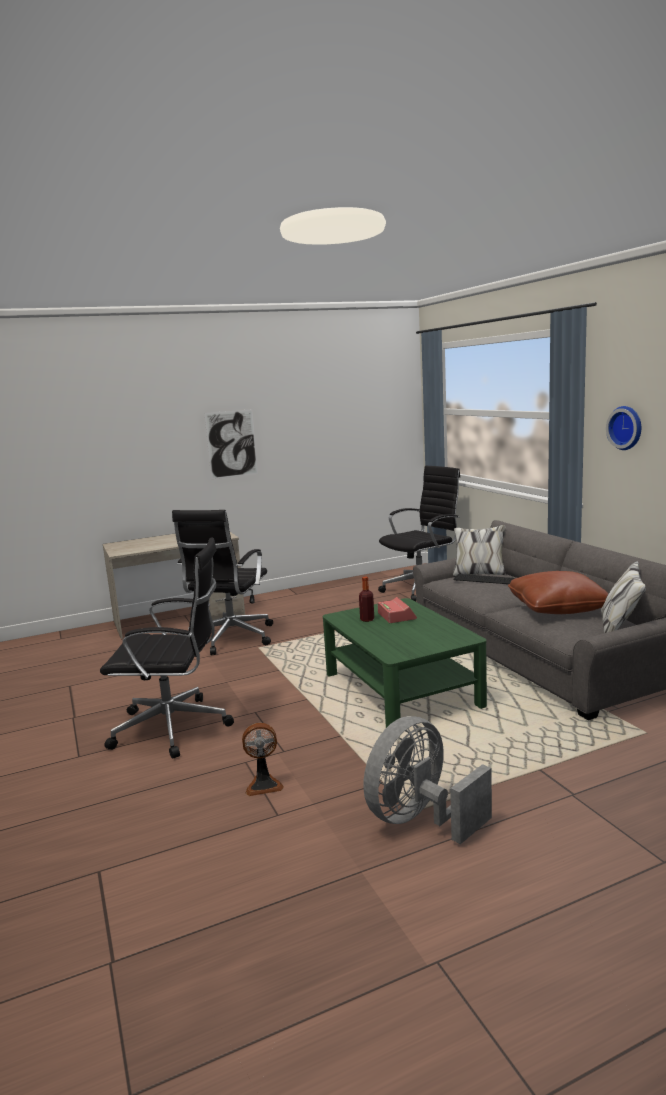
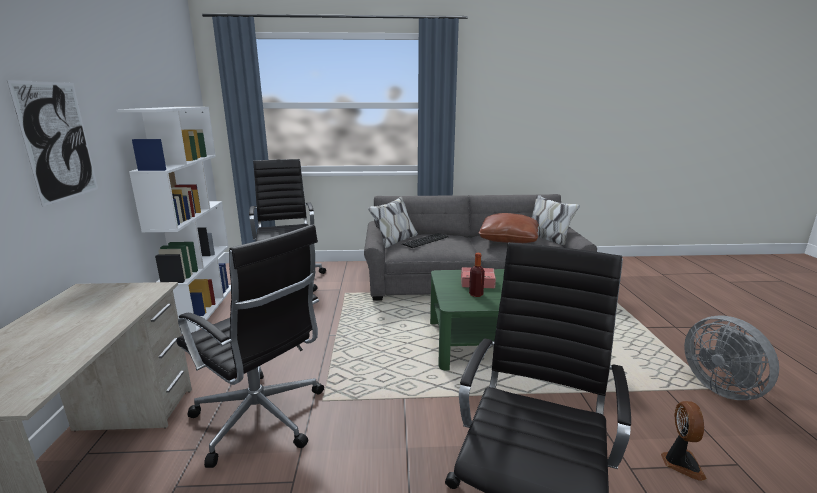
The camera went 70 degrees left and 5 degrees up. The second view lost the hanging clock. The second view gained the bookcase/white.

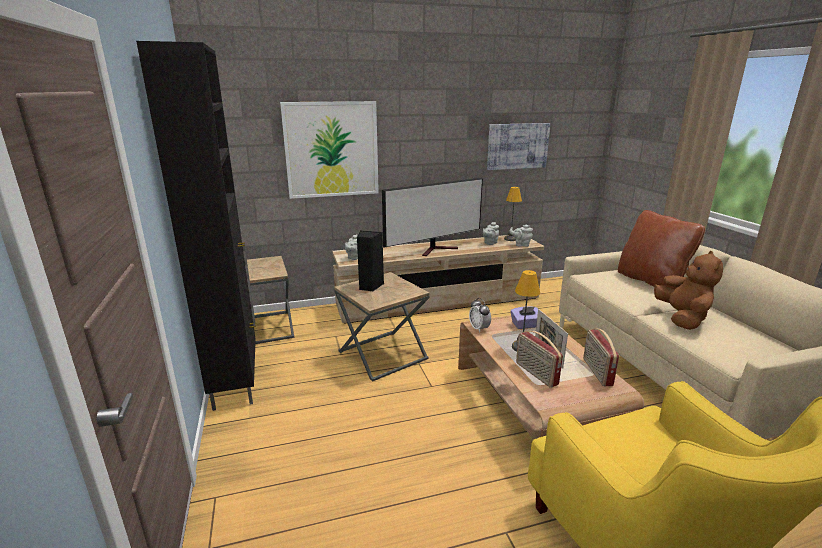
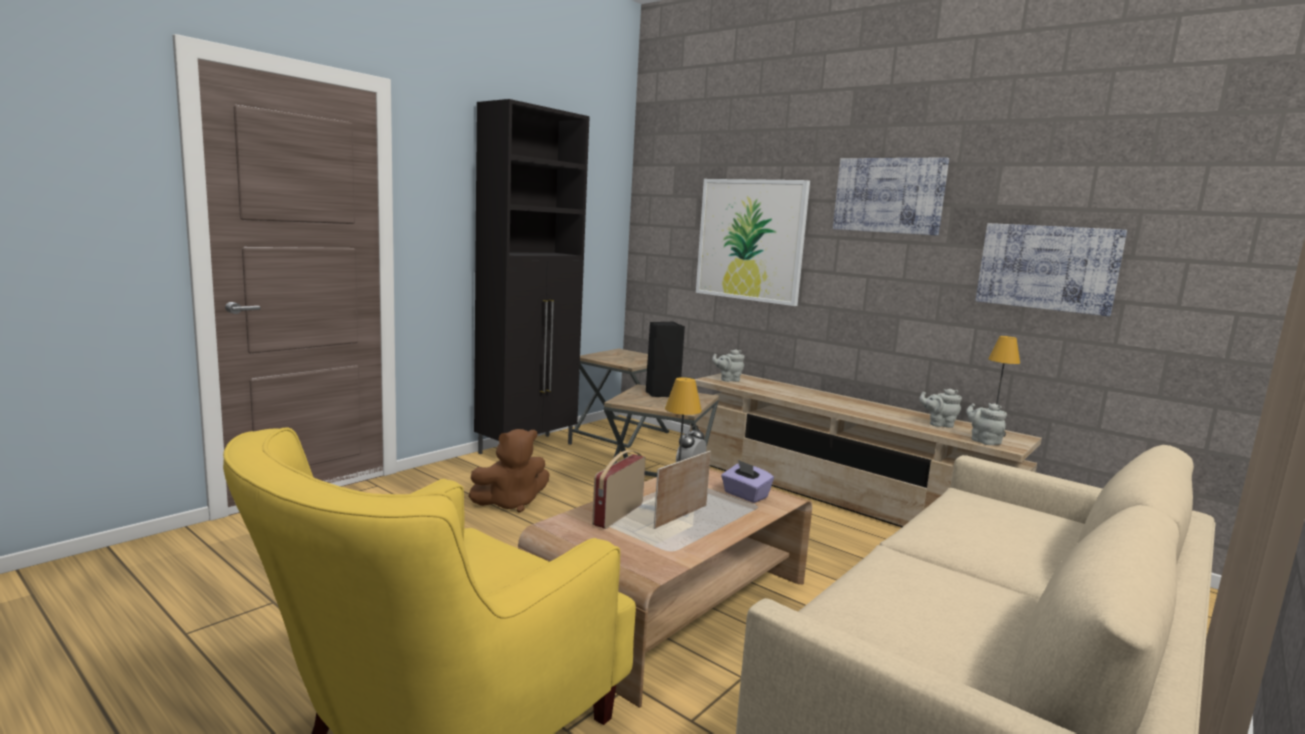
The camera went 55 degrees right and 10 degrees down. The second view lost the TV set. The second view lost the cushion/brown. The soft toy/brown ended up elsewhere. The second view lost the radio receiver (no. 2 from left). The second view gained the wall art (no. 2 from left).

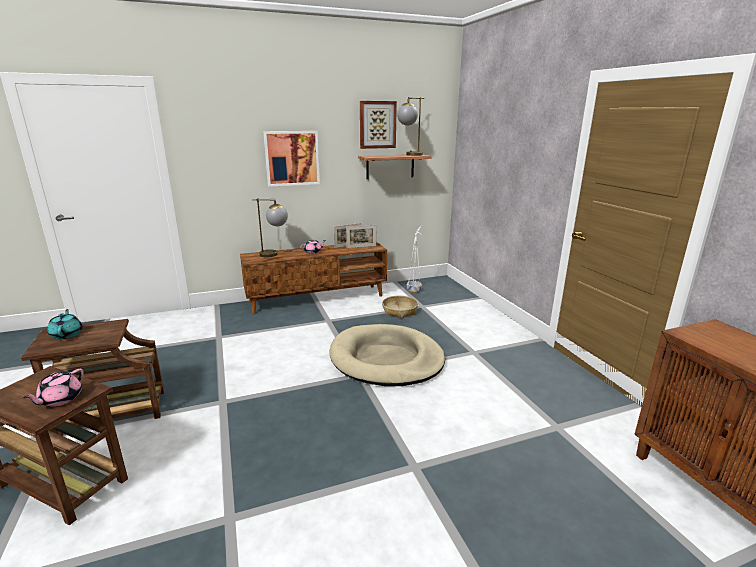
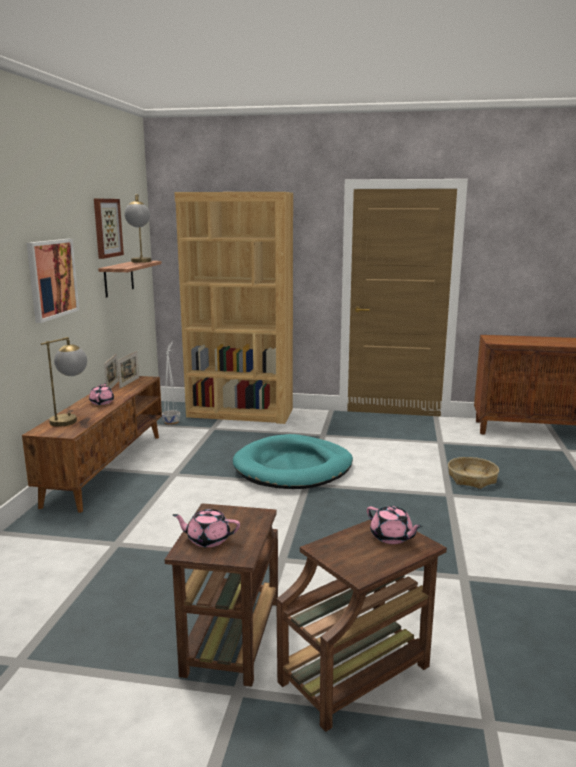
The camera went 60 degrees left and 5 degrees down. The storage basket ended up elsewhere. What was the tea pot/blue-green turned into the tea pot/pink (no. 2 from left). What was the dog cushion/sand-coloured turned into the dog cushion/blue-green. The second view gained the bookcase/brown.

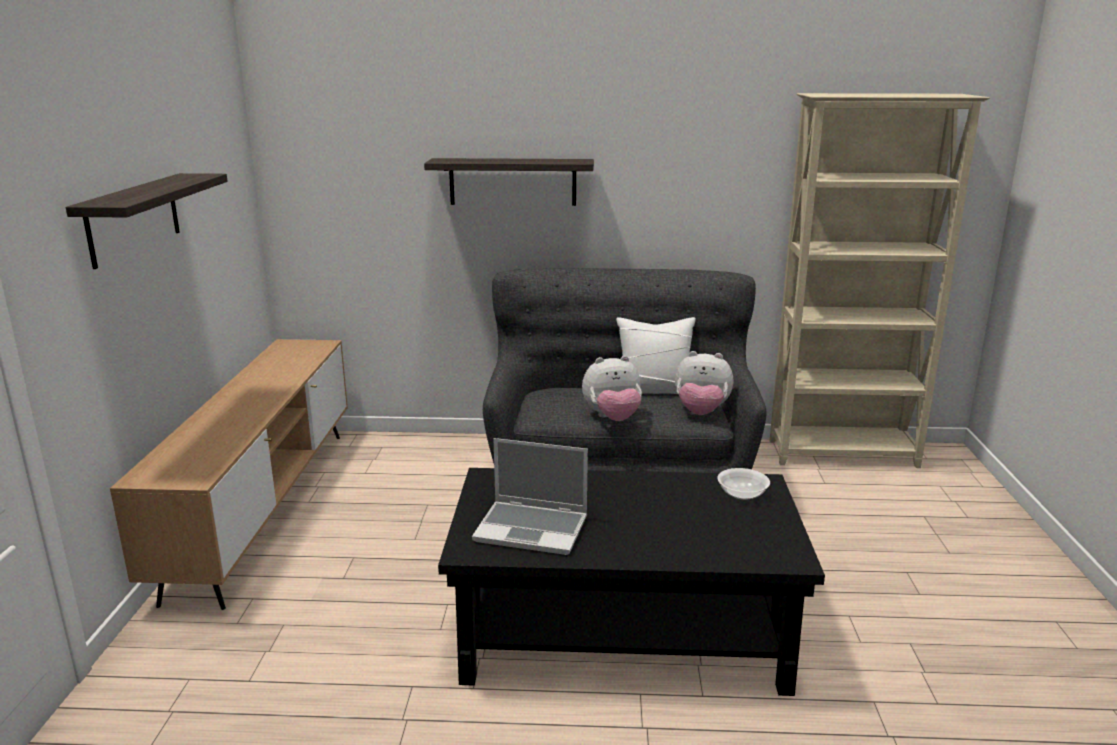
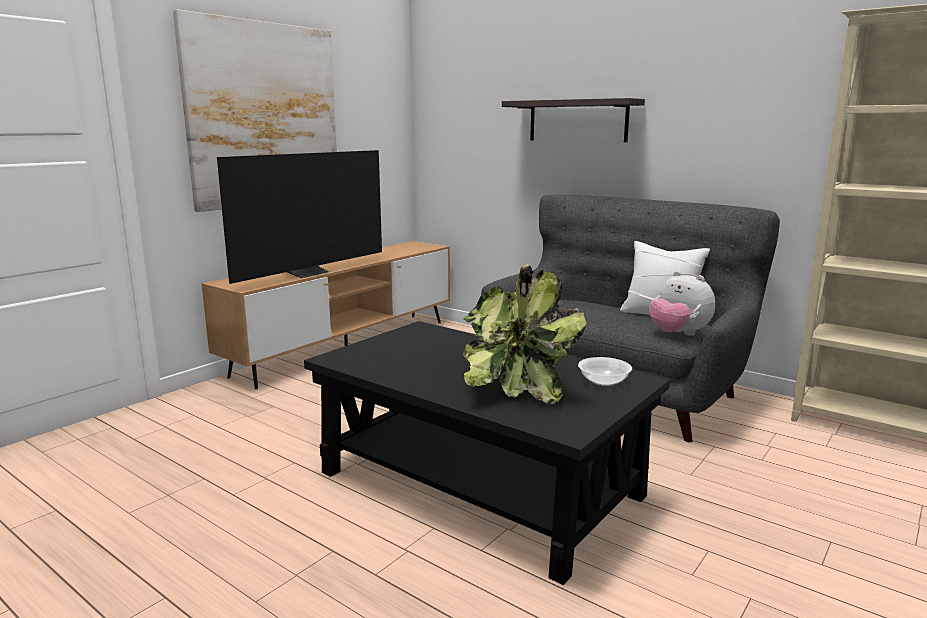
The camera went 35 degrees right and 5 degrees down. Where the wall shelf (no. 1 from left) hung, the wall art came to hang. The second view lost the soft toy (no. 1 from left). The second view lost the portable computer. The second view gained the TV set. The second view gained the houseplant.

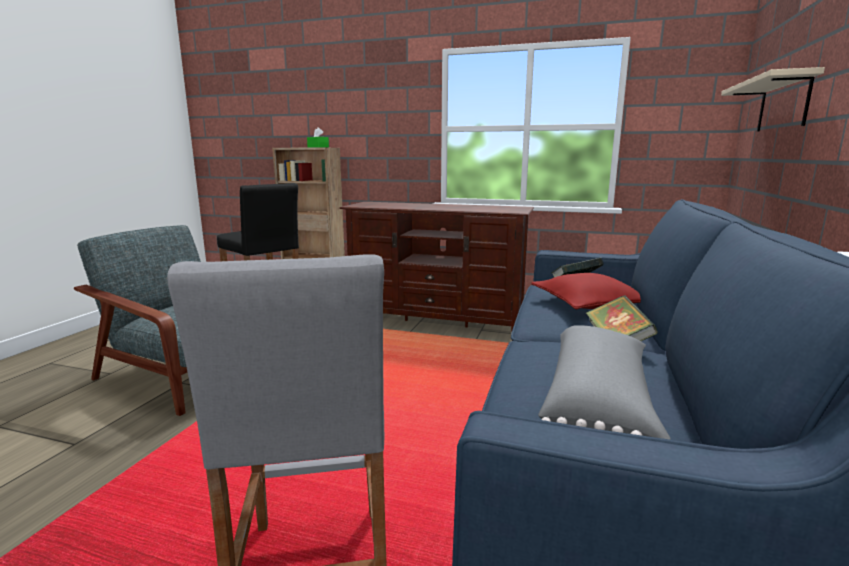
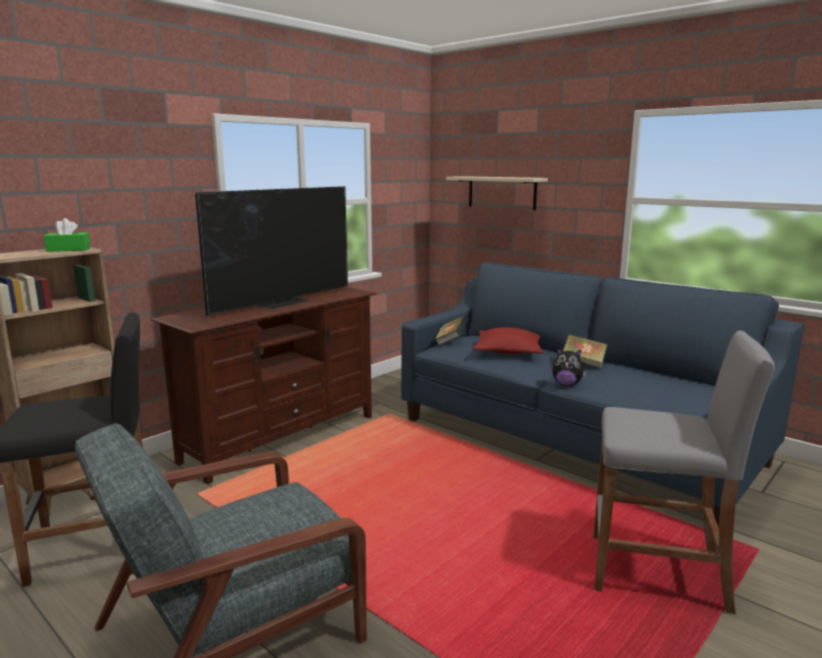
The camera went 65 degrees left and 0 degrees up. The second view lost the cushion/gray. The second view gained the TV set. The second view gained the soft toy.

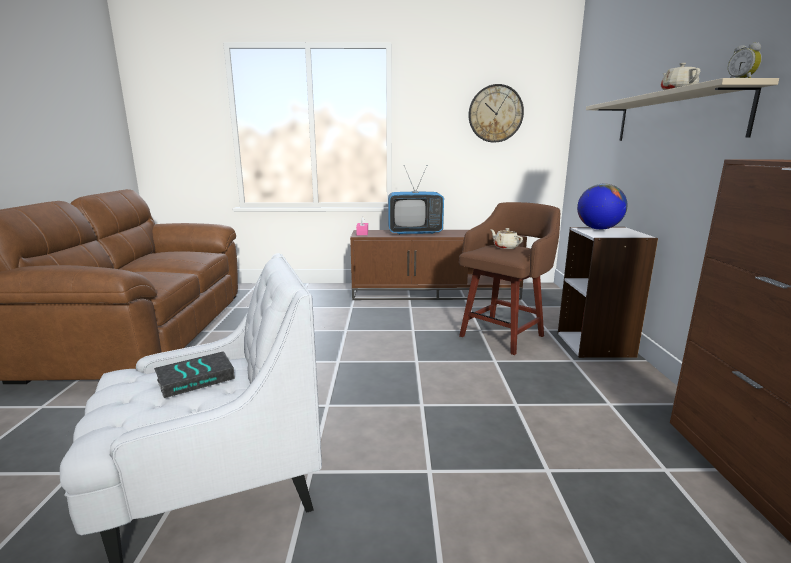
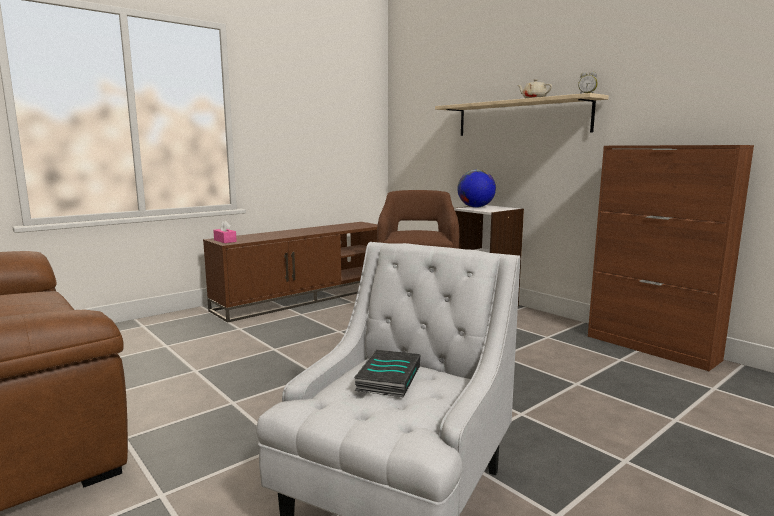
The camera went 40 degrees left and 5 degrees down. The second view lost the hanging clock. The second view lost the TV set. The second view lost the tea pot/sand-coloured (no. 1 from left).

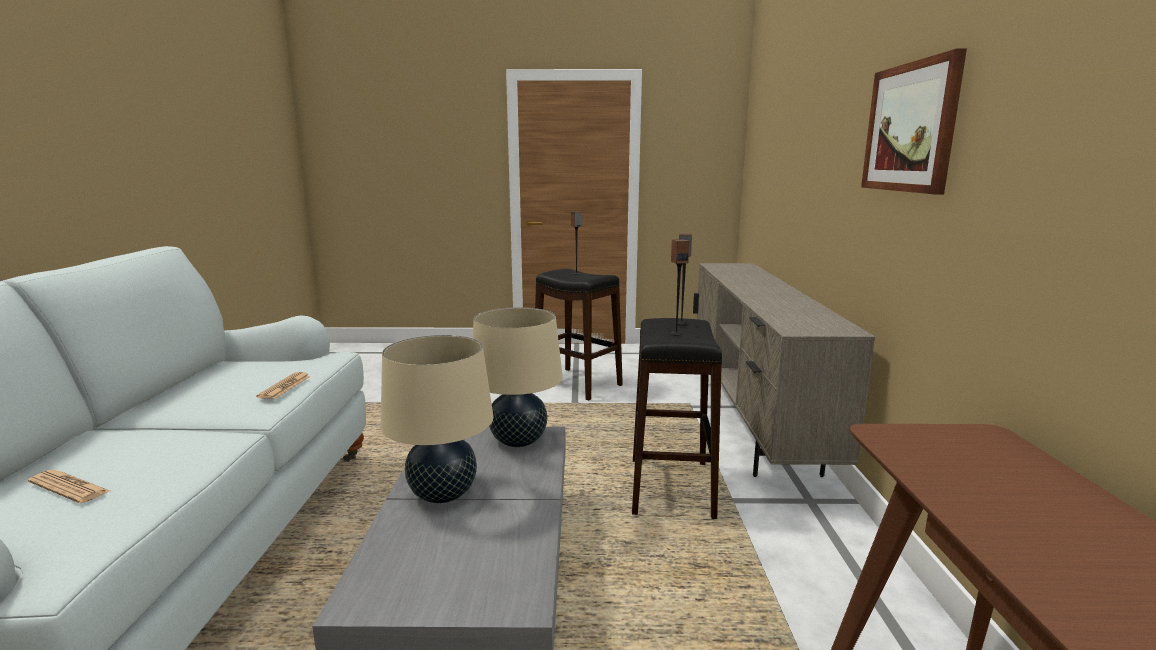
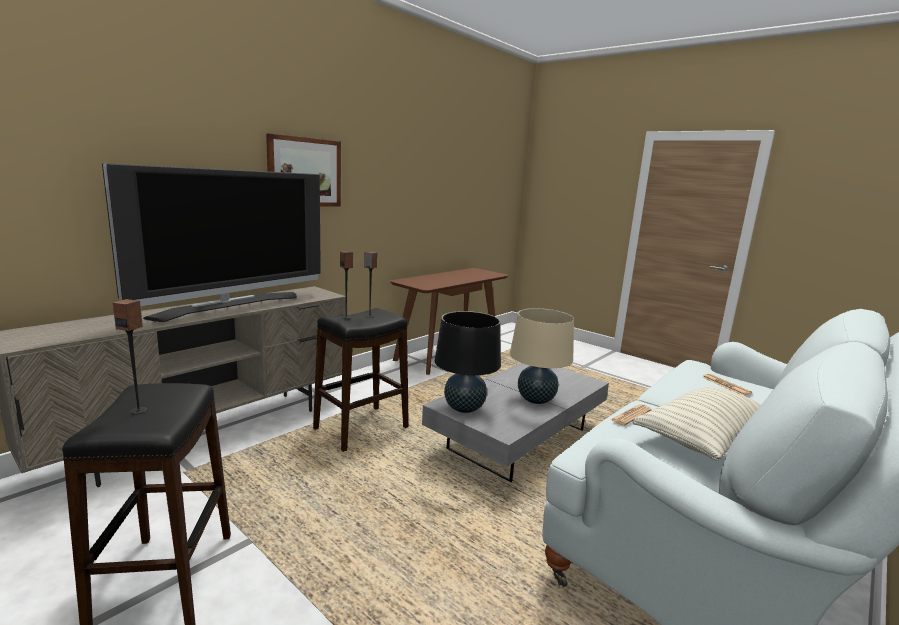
The camera went 140 degrees left and 0 degrees up. What was the lamp for a table/sand-coloured (no. 2 from left) turned into the lamp for a table/black-coloured. The second view gained the TV set. The second view gained the cushion.

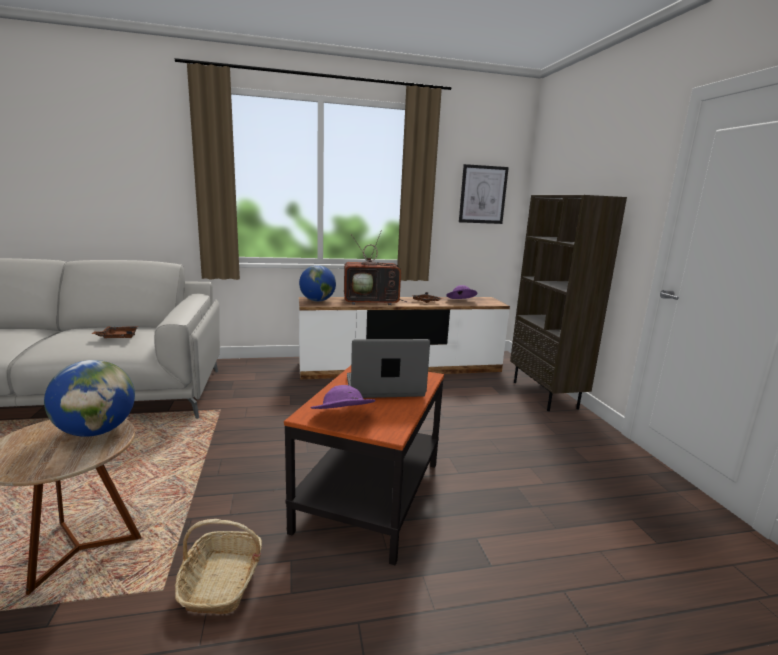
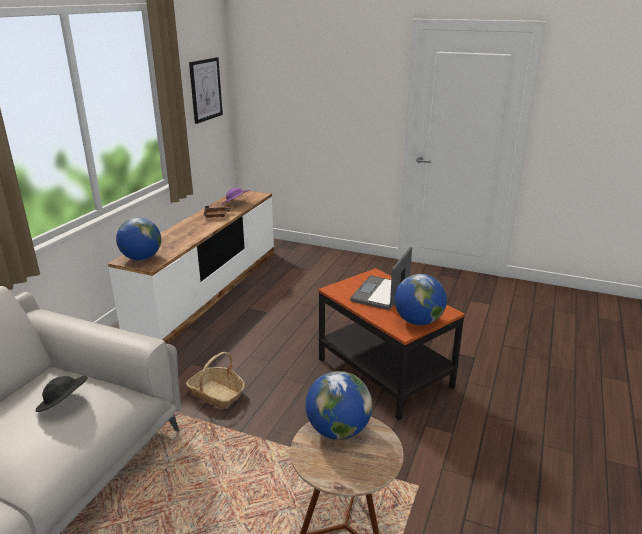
The camera went 55 degrees left and 10 degrees up. The second view lost the bookcase/brown. The second view lost the TV set. Where the tray/brown (no. 1 from left) stood, the hat/black-coloured came to stand. Where the hat/purple (no. 1 from left) stood, the globe (no. 3 from left) came to stand. The storage basket ended up elsewhere.

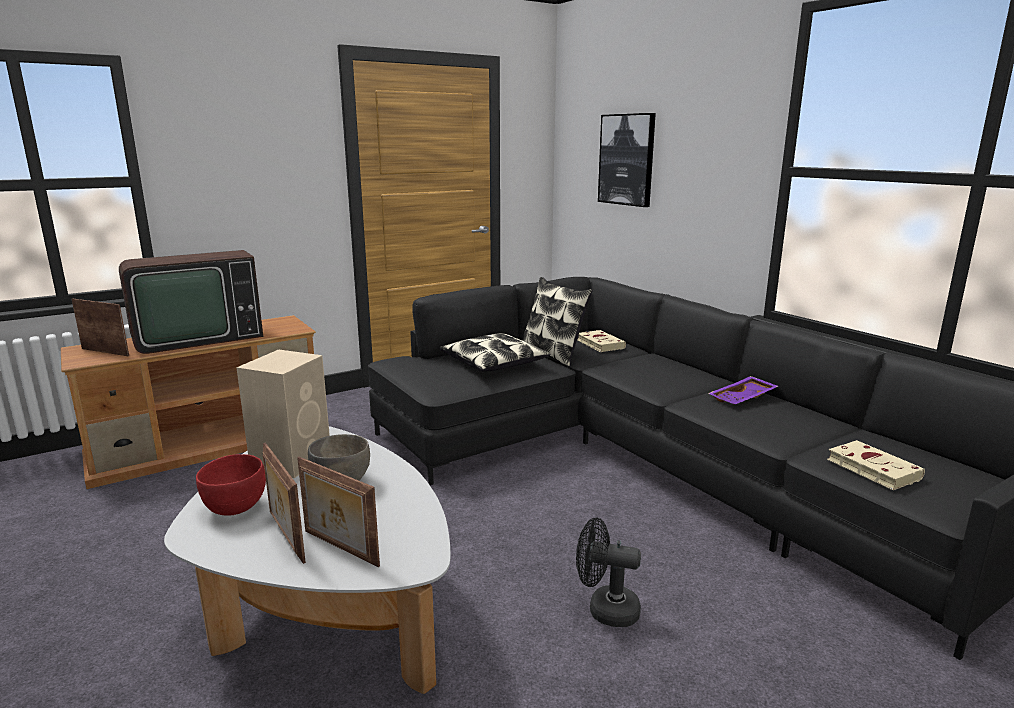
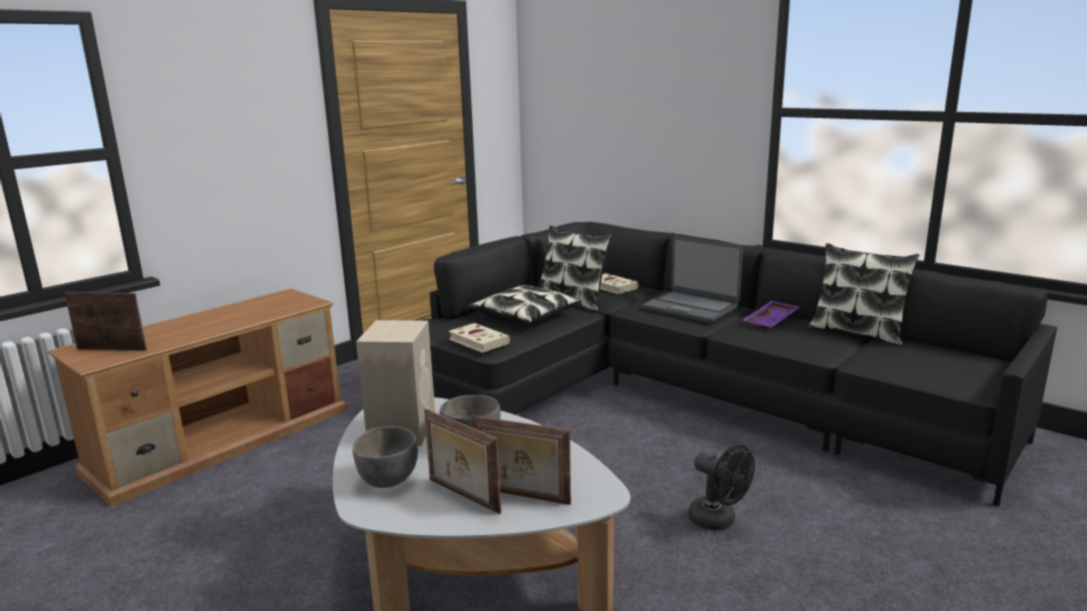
The camera went 15 degrees left and 0 degrees up. The second view lost the wall art. The second view lost the TV set. The bound book/sand-coloured (no. 2 from left in the first image) ended up elsewhere. What was the bowl/red-coloured turned into the bowl/gray (no. 1 from left). The fan/black-coloured ended up facing another way, 135 degrees counterclockwise from before. The second view gained the portable computer. The second view gained the cushion (no. 3 from left).

